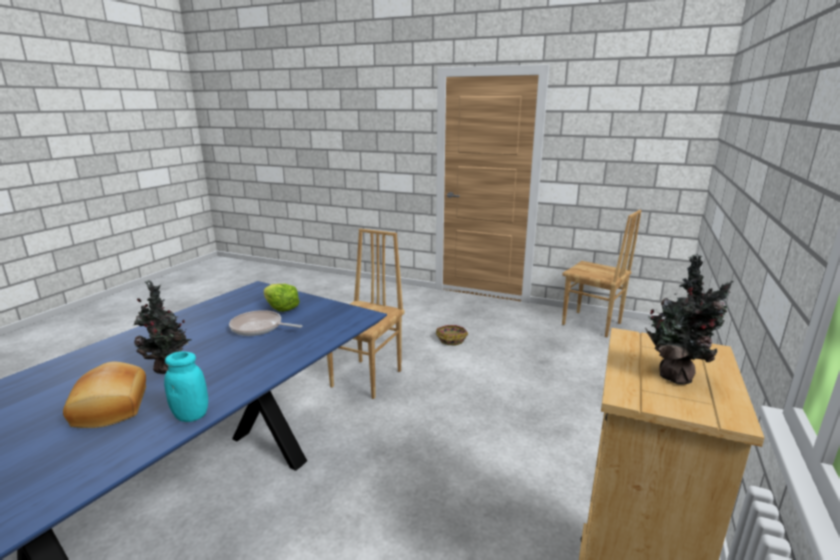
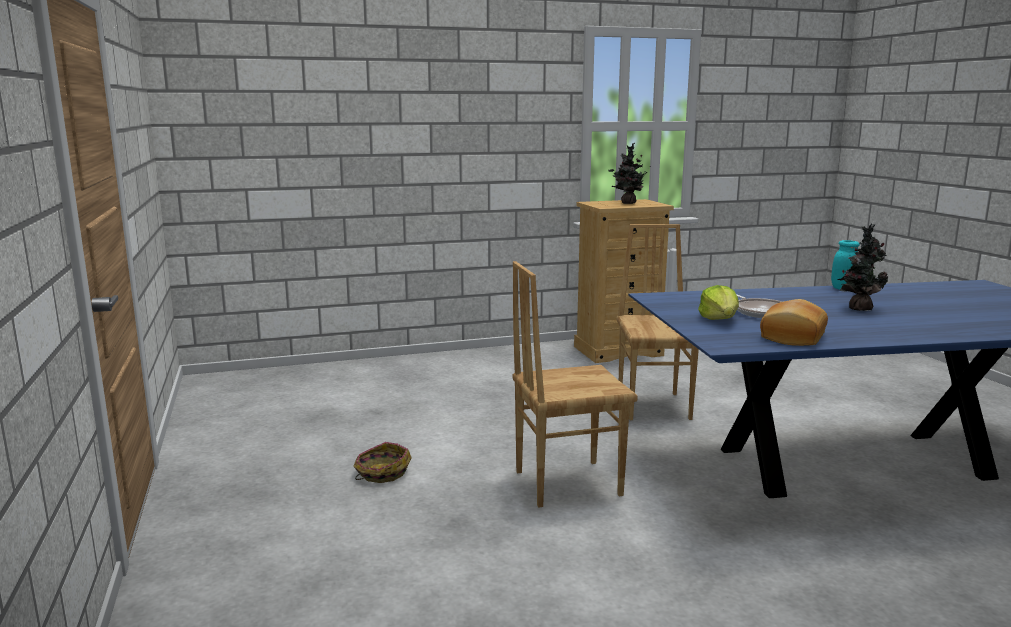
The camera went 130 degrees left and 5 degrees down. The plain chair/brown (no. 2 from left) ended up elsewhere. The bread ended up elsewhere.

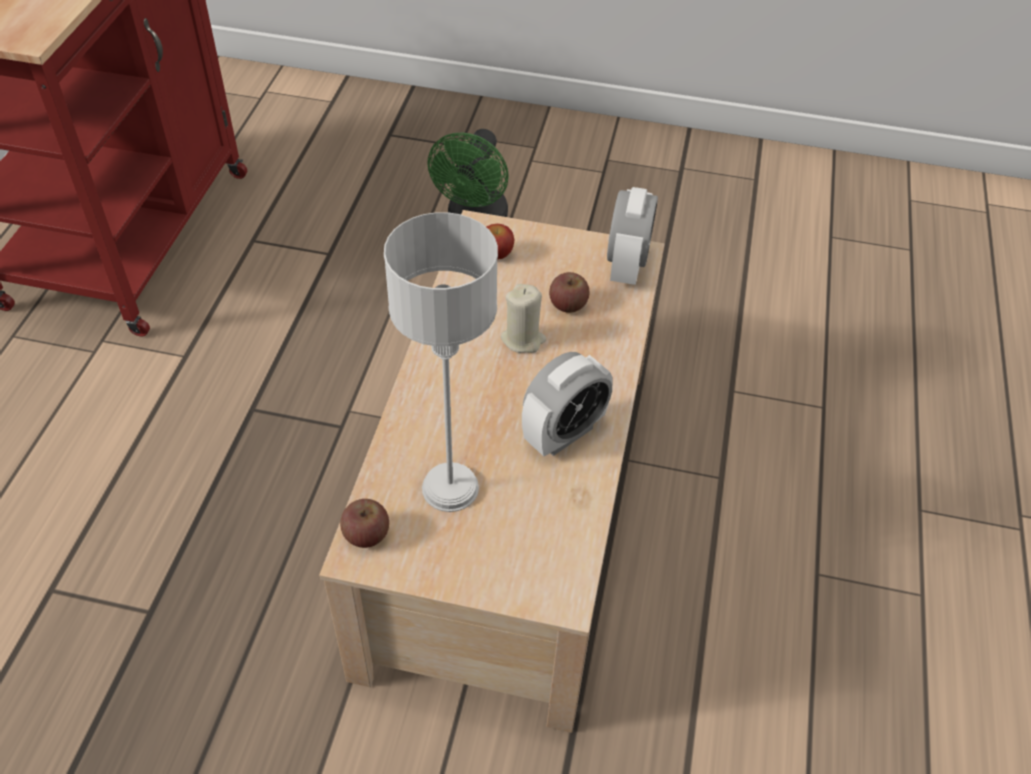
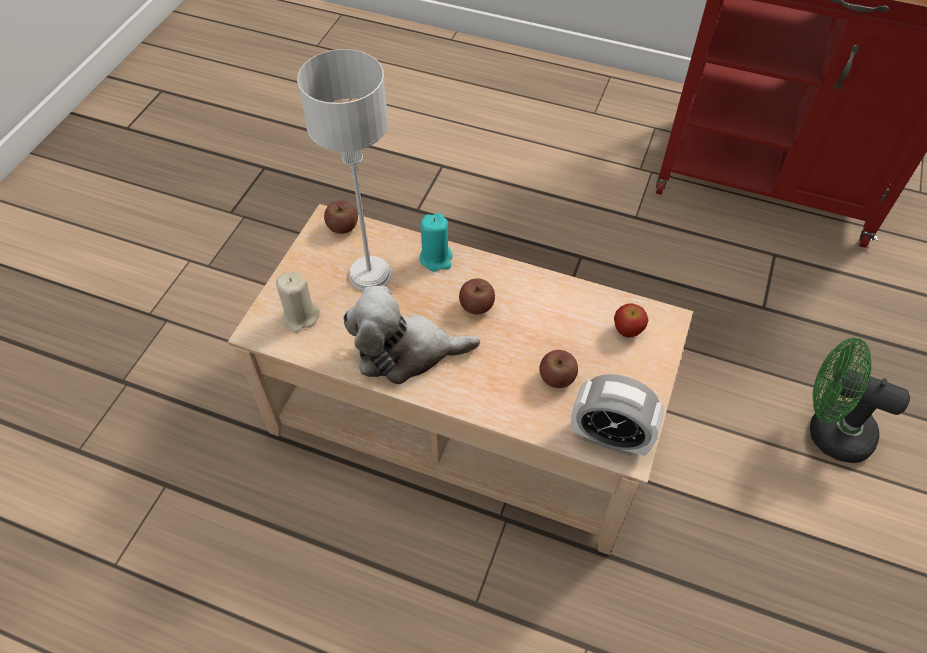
The camera went 100 degrees right and 5 degrees up. The candle/sand-coloured ended up elsewhere. Where the table clock (no. 1 from left) stood, the soft toy came to stand. The second view gained the candle/blue-green. The second view gained the apple fruit (no. 2 from left).

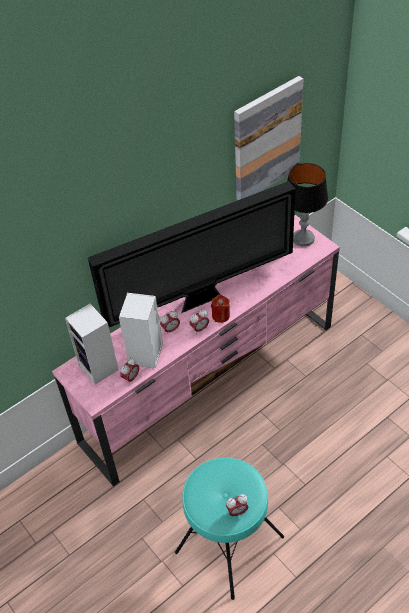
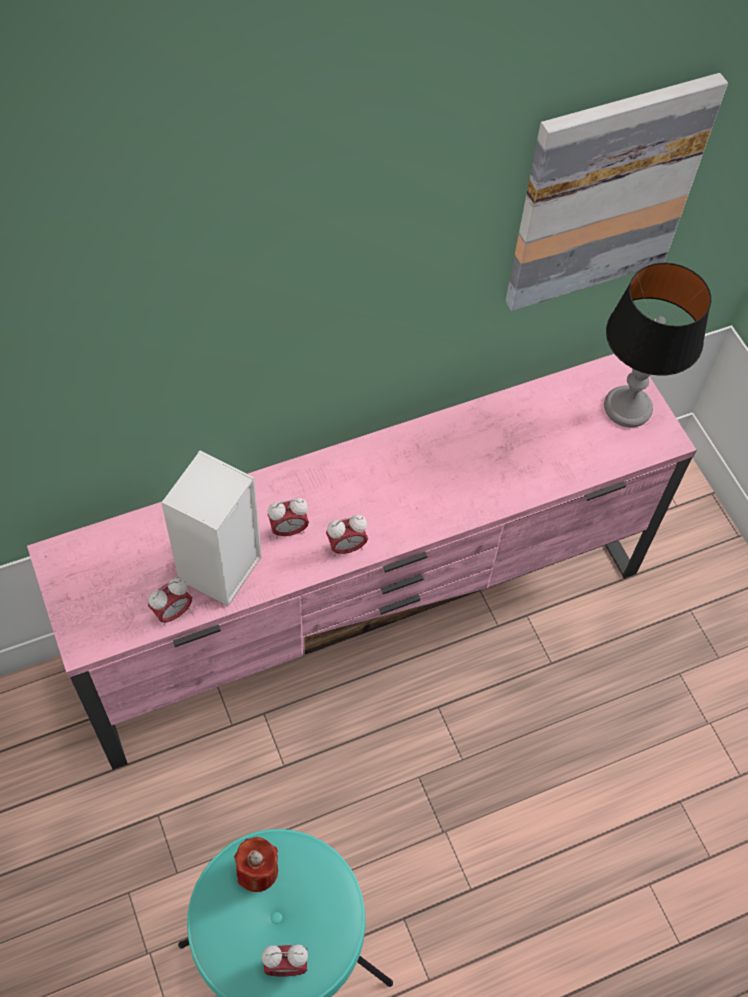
The camera went 10 degrees right and 10 degrees up. The second view lost the TV set. The candle/red-coloured ended up elsewhere. The second view lost the audio speaker (no. 1 from left).

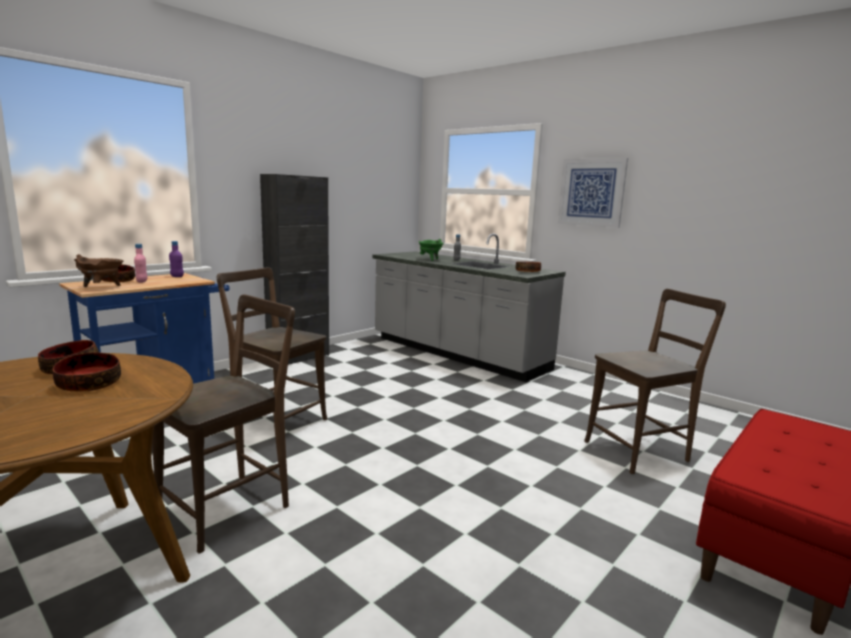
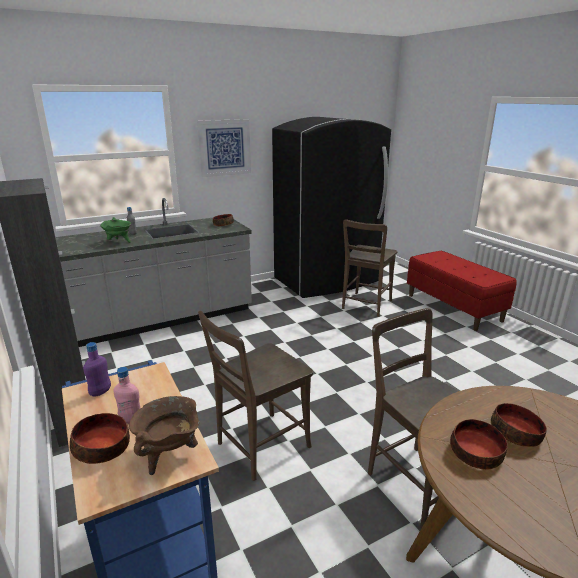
The camera went 70 degrees left and 10 degrees up. The plain chair/brown (no. 3 from left in the first image) ended up facing another way, 150 degrees counterclockwise from before. The second view gained the fridge/black-coloured.

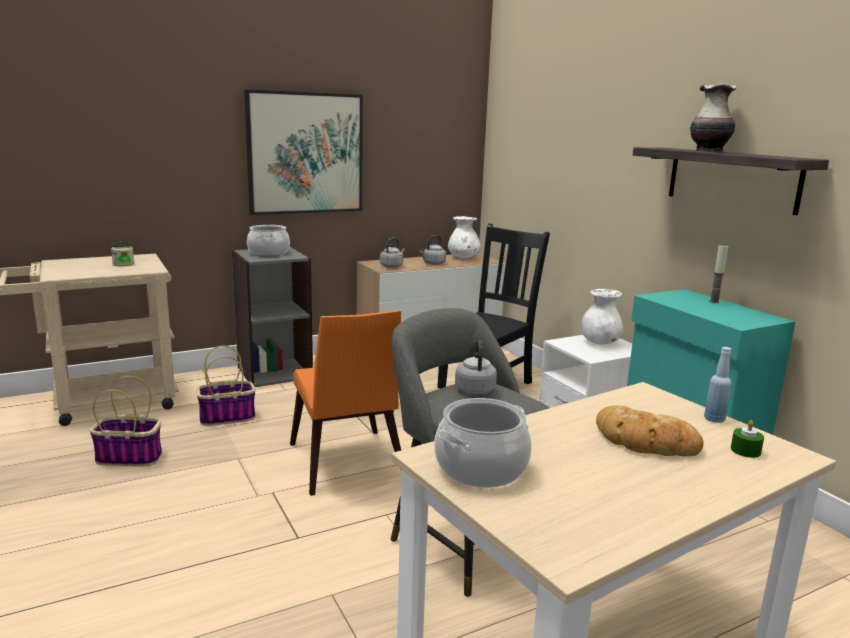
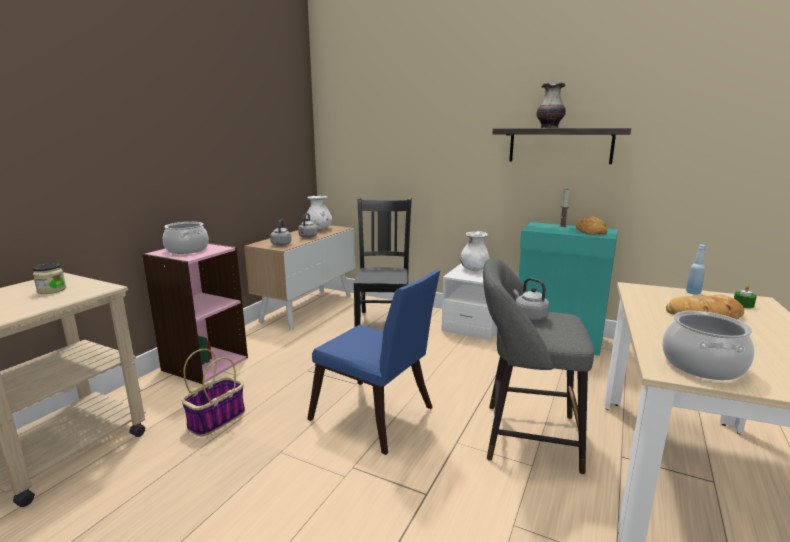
The camera went 35 degrees left and 0 degrees up. The second view lost the wall art. What was the bookcase/gray turned into the bookcase/pink. What was the plain chair/orange turned into the plain chair/blue-coloured. The second view lost the storage basket (no. 1 from left). The second view gained the bread (no. 1 from left).

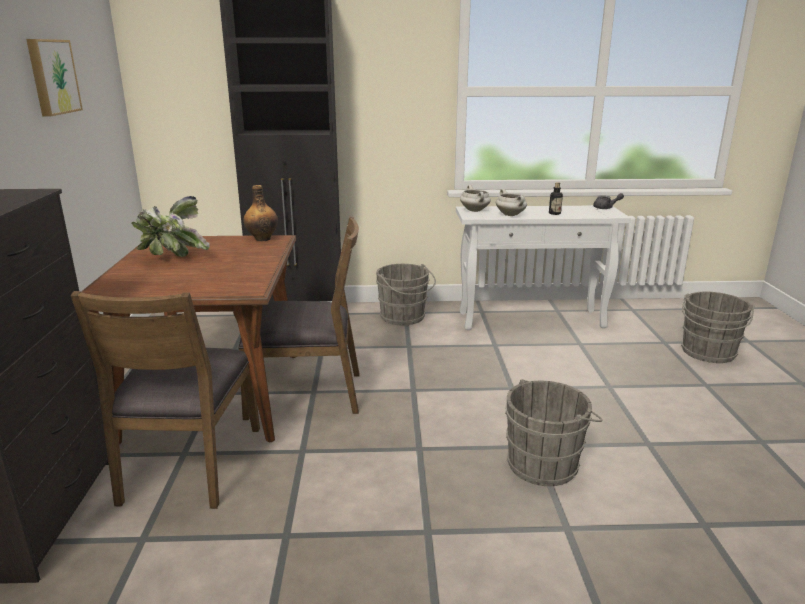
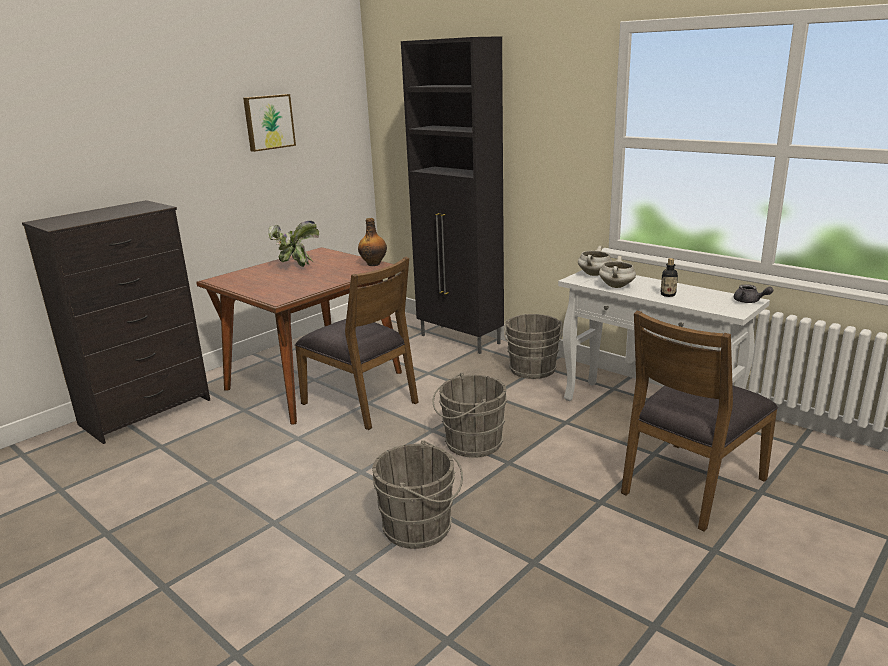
The camera went 45 degrees right and 0 degrees up. The plain chair/brown (no. 1 from left in the first image) ended up elsewhere. The pail/gray (no. 3 from left in the first image) ended up elsewhere.

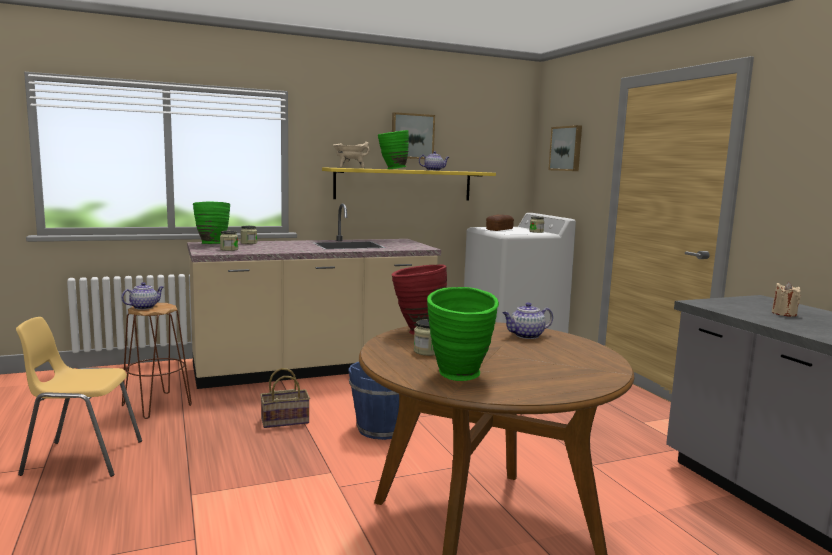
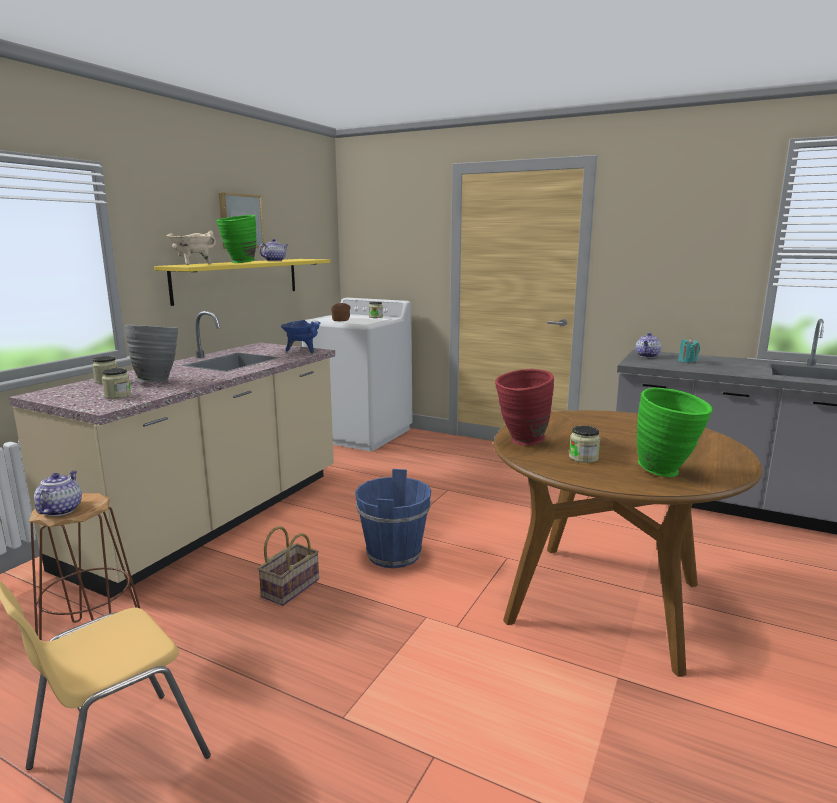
The camera went 40 degrees left and 5 degrees up. The second view lost the wall art (no. 2 from left). The second view lost the flower vase/greenish (no. 1 from left). What was the candle/sand-coloured turned into the candle/blue-green. The tea pot (no. 3 from left) ended up elsewhere. The second view gained the saucepot/blue-coloured. The second view gained the flower vase/gray.

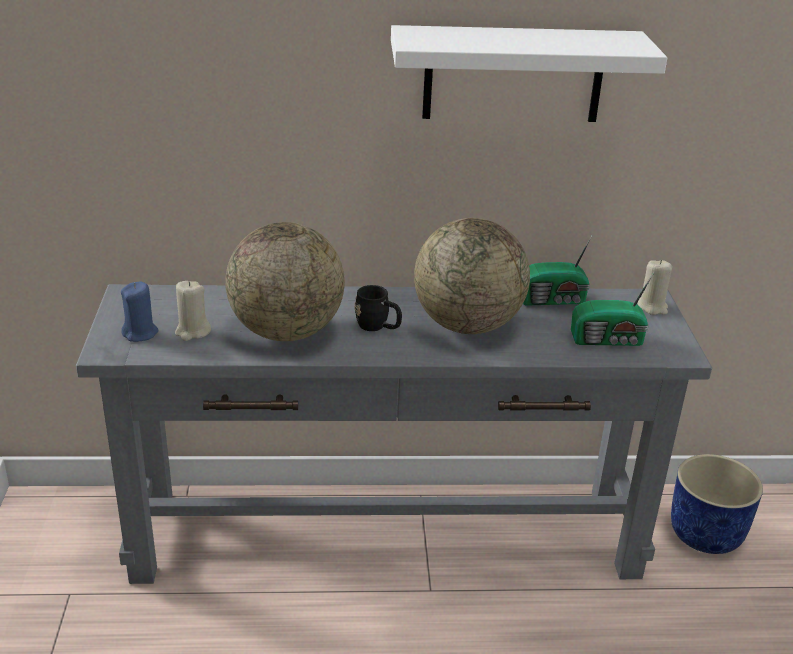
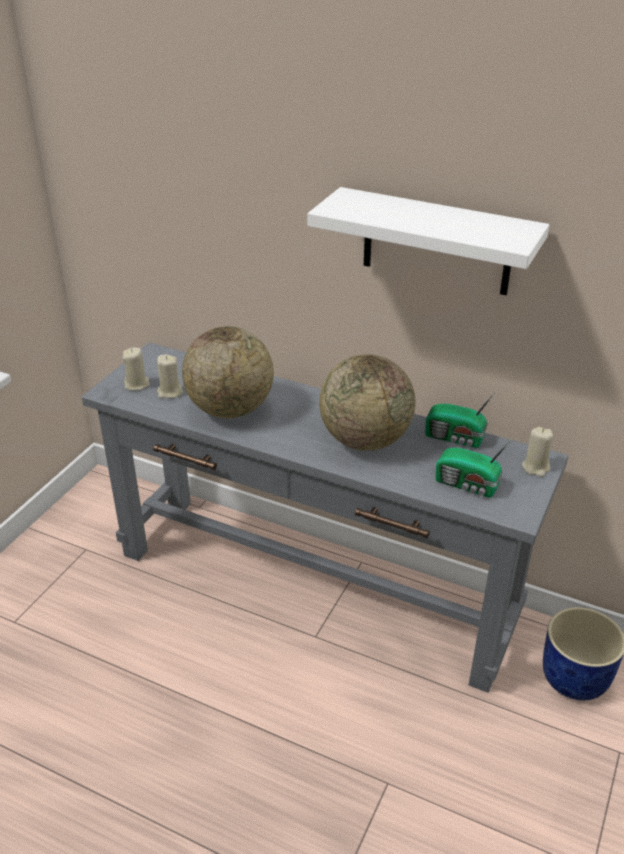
The camera went 30 degrees right and 5 degrees up. What was the candle/blue-coloured turned into the candle/sand-coloured (no. 1 from left). The second view lost the tea mug/black-coloured.

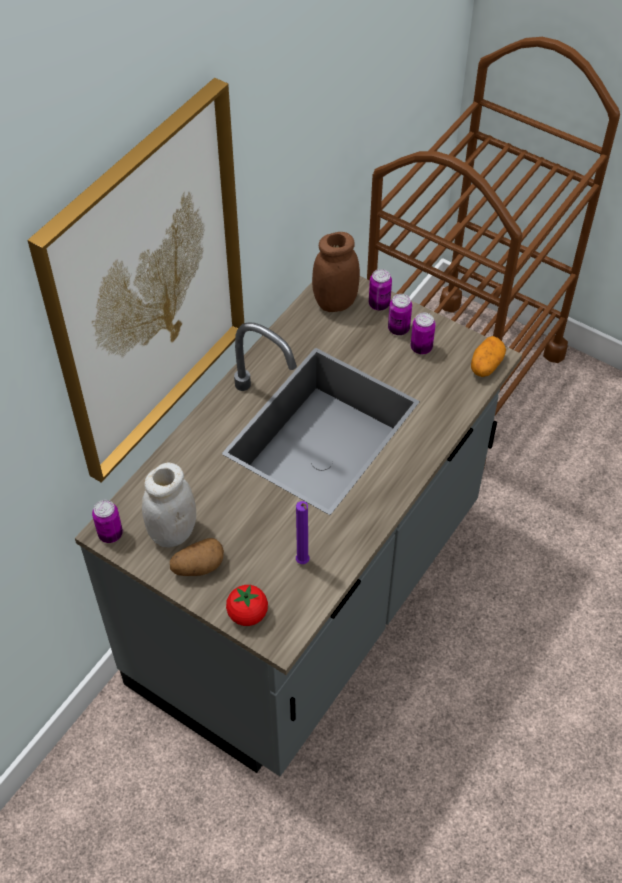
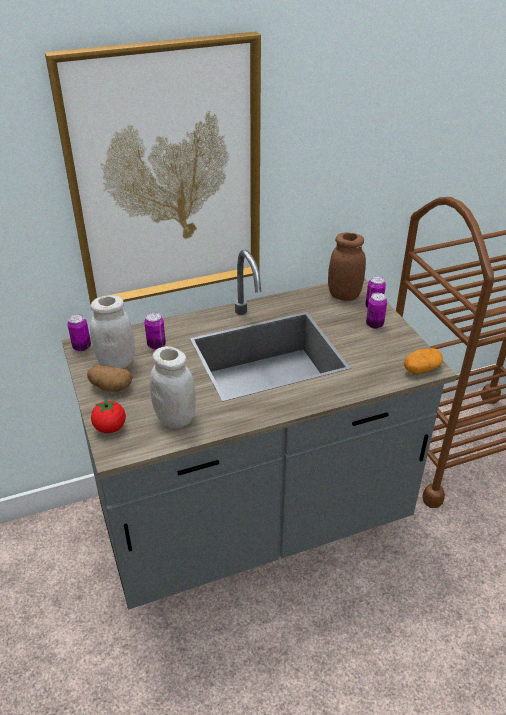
The camera went 35 degrees right and 15 degrees down. The can (no. 4 from left in the first image) ended up elsewhere. Where the candle/purple stood, the preserve jar/white (no. 2 from left) came to stand.

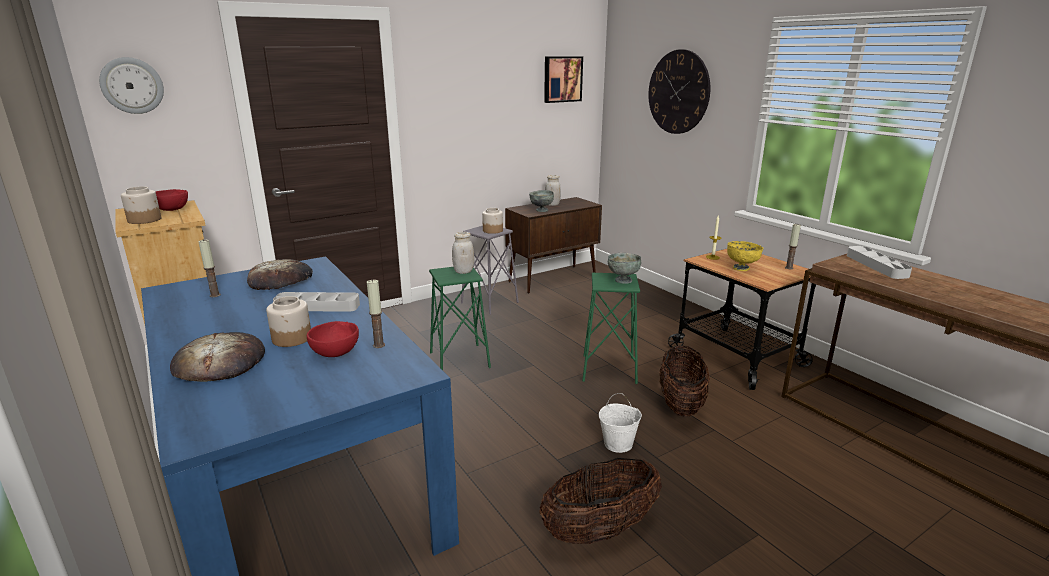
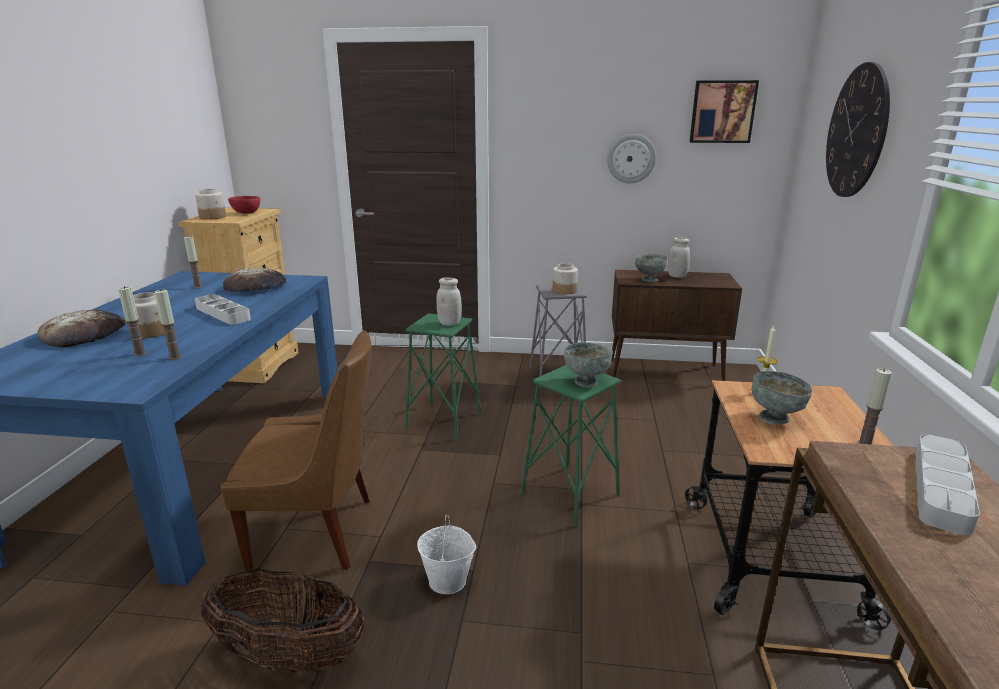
The camera went 40 degrees right and 0 degrees up. The hanging clock (no. 1 from left) ended up elsewhere. What was the bowl/yellowish turned into the bowl/gray (no. 3 from left). Where the bowl/red-coloured (no. 2 from left) stood, the candle (no. 1 from left) came to stand. The second view lost the storage basket (no. 2 from left). The second view gained the plain chair/brown.

